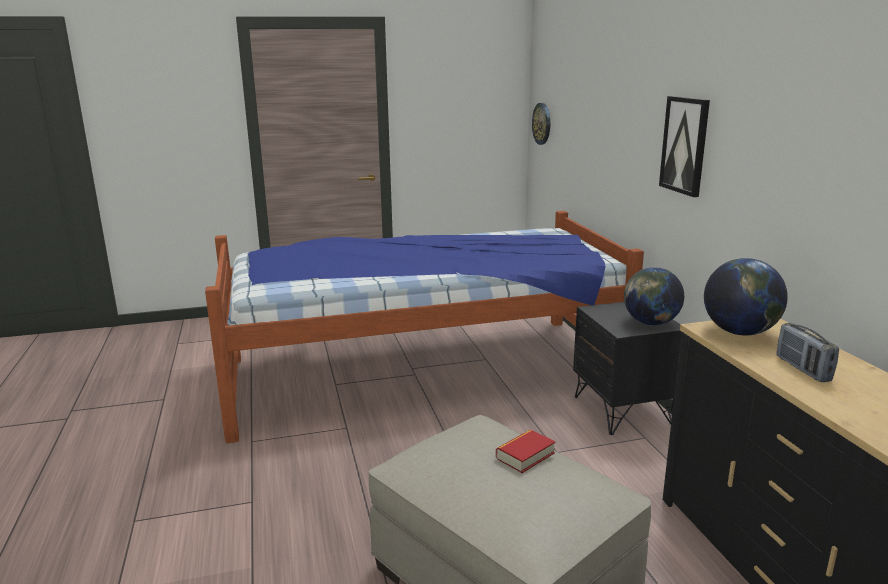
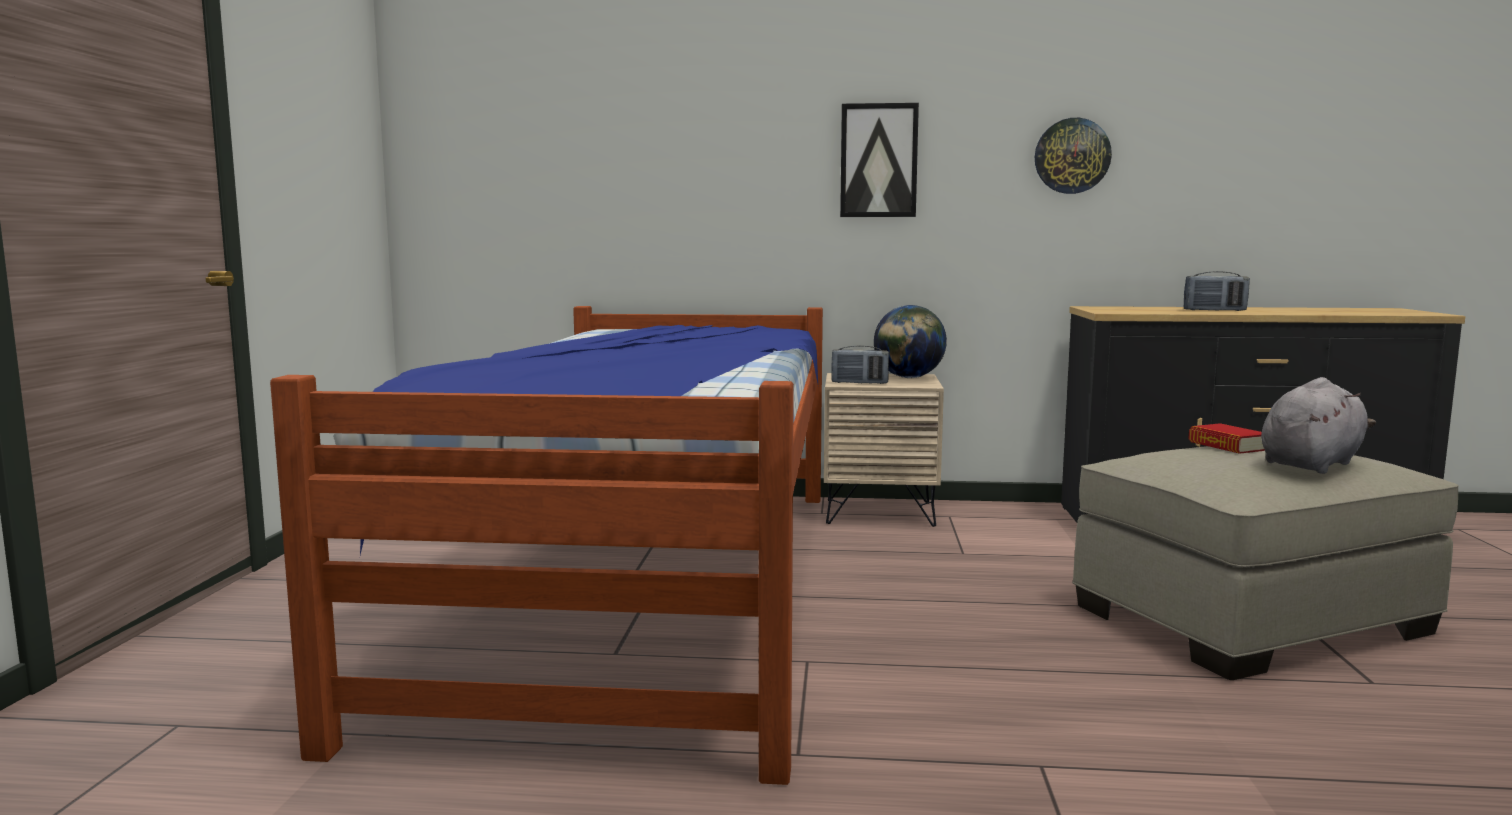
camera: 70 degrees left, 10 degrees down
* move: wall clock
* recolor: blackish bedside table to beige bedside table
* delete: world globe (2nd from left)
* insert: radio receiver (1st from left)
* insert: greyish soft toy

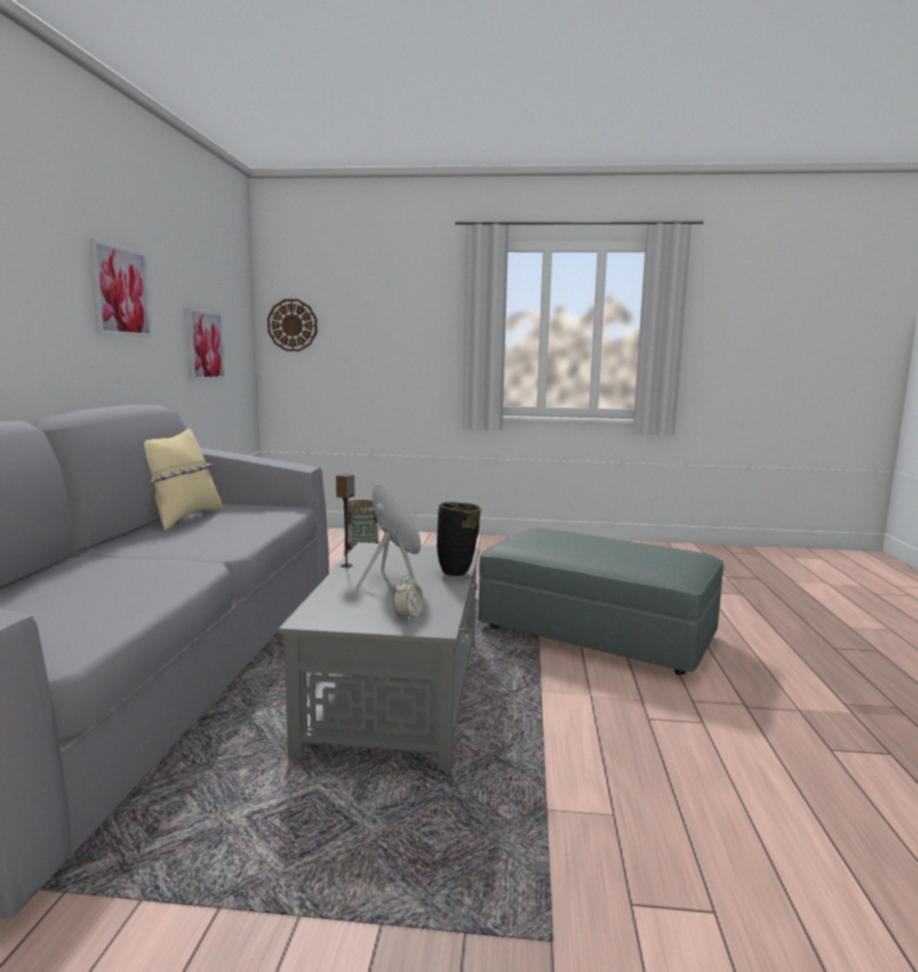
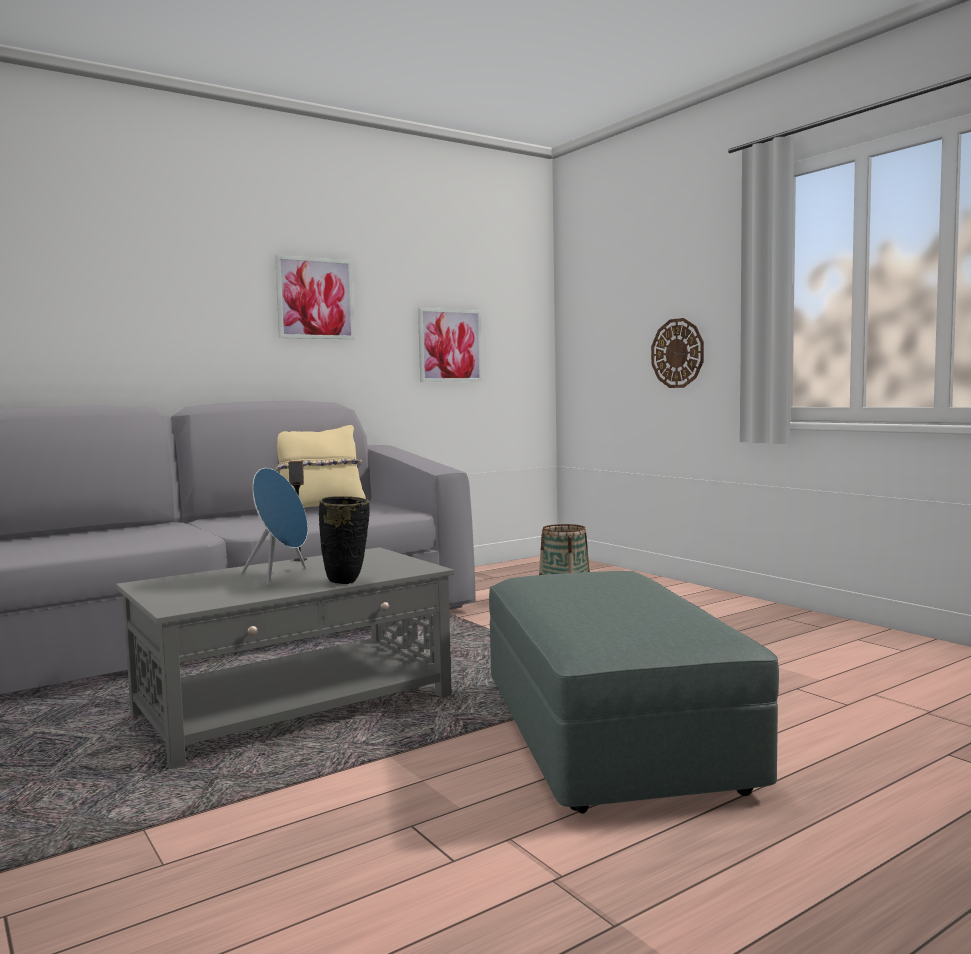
camera: 50 degrees right, 5 degrees down
* move: wall clock
* delete: bedside clock

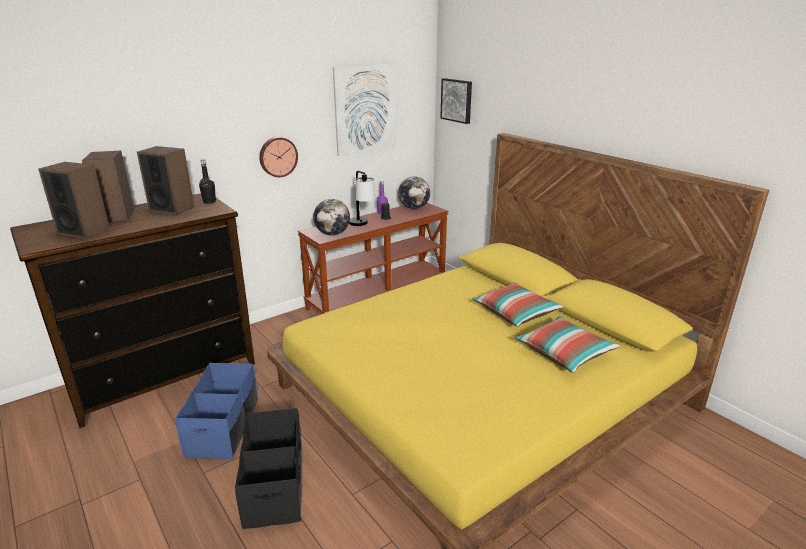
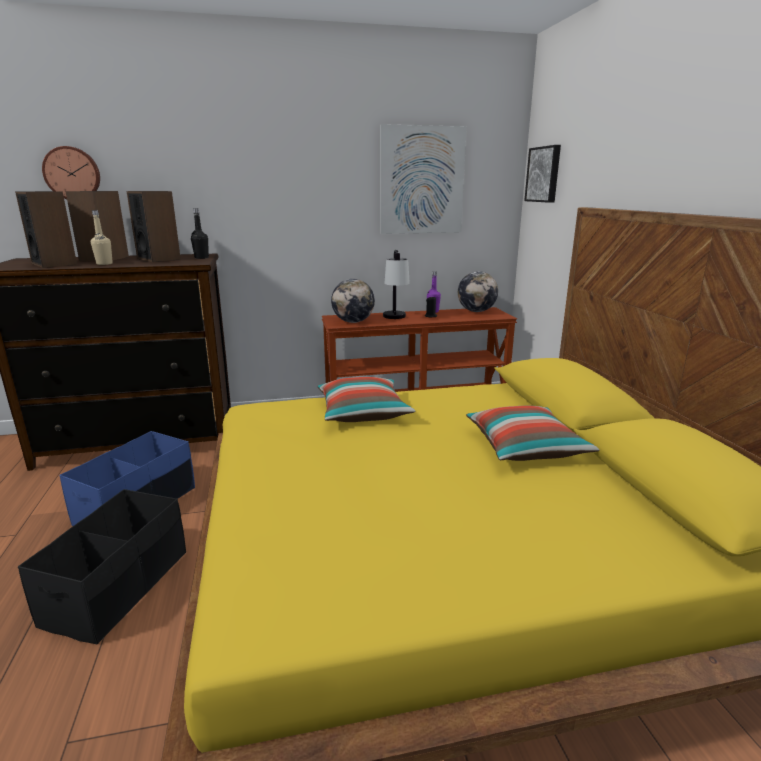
camera: 25 degrees right, 5 degrees down
* move: wall clock
* move: cushion (2nd from left in the first image) to cushion (1st from left)
* insert: beige beverage bottle

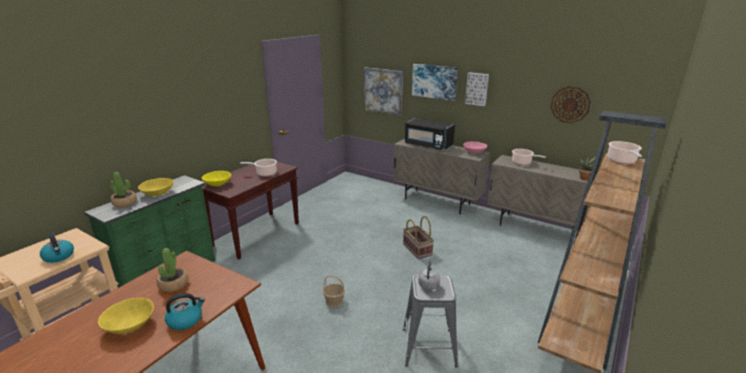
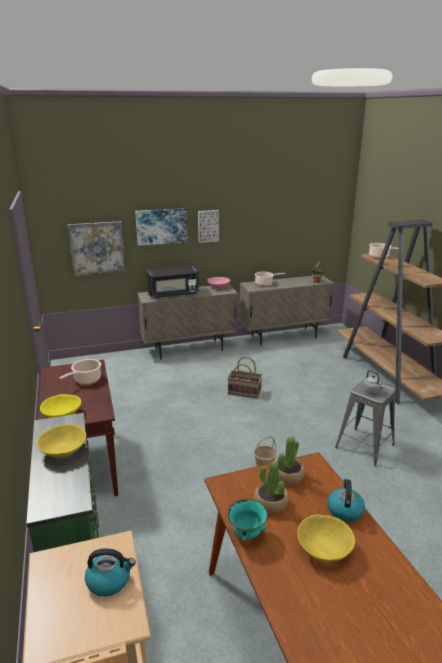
camera: 50 degrees left, 0 degrees up
* move: plant in a pot (1st from left in the first image) to plant in a pot (2nd from left)
* delete: wall clock
* insert: blue-green bowl

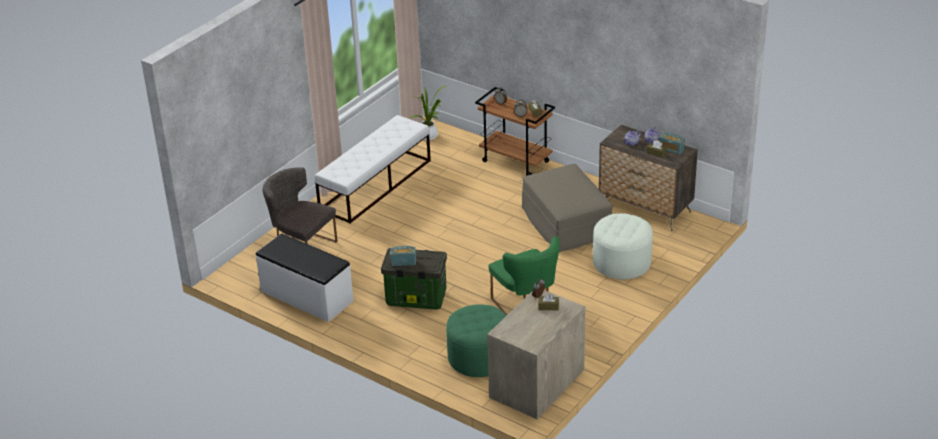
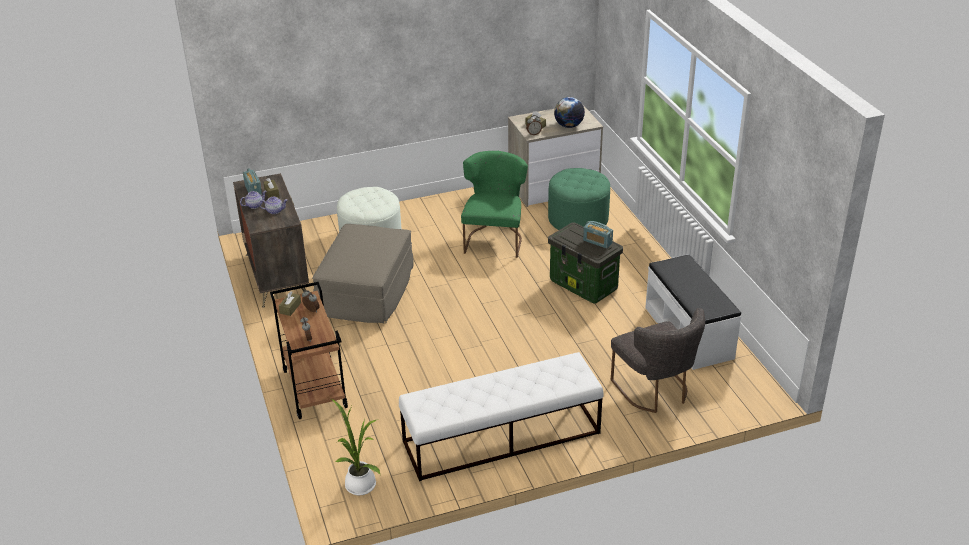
camera: 145 degrees left, 0 degrees up
* insert: world globe

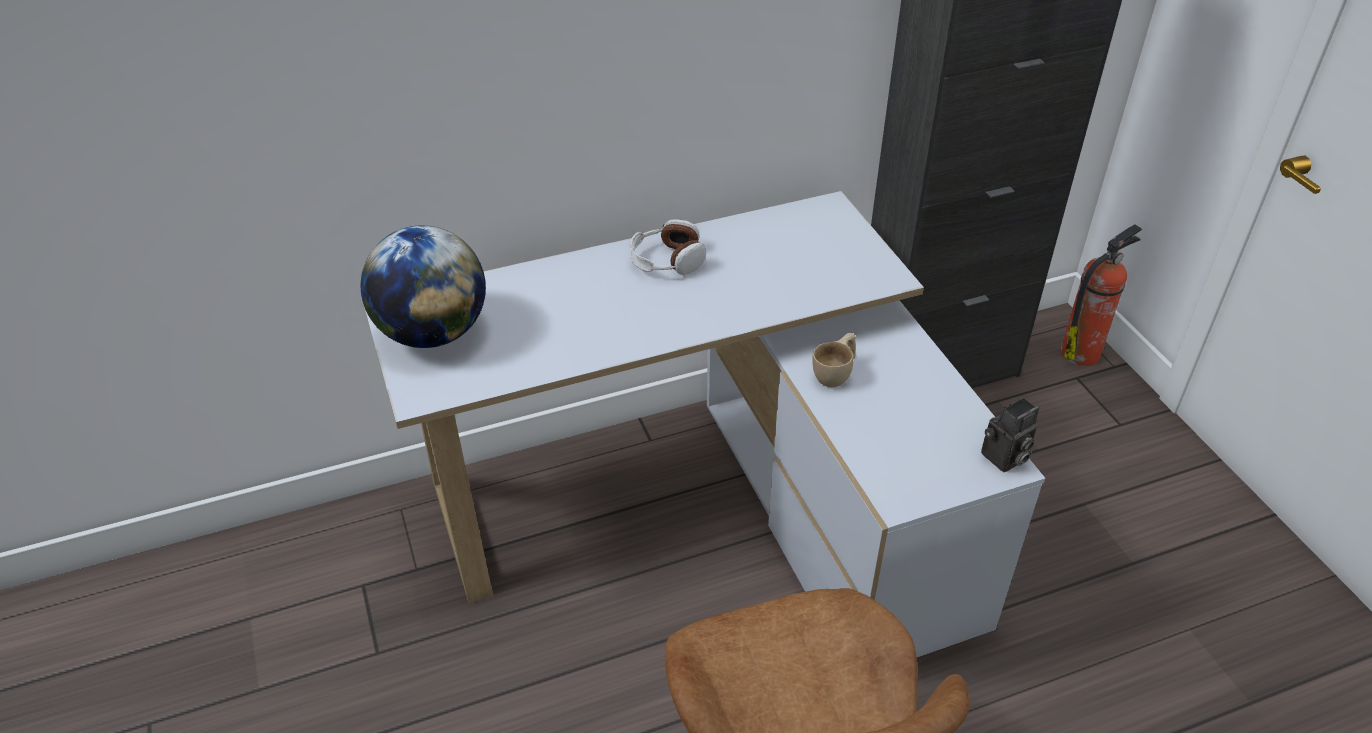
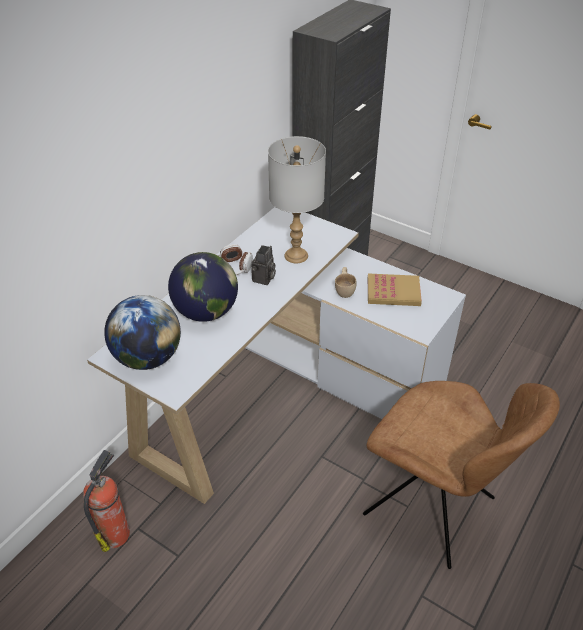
camera: 35 degrees left, 0 degrees up
* move: still camera
* move: fire extinguisher
* insert: world globe (2nd from left)
* insert: greyish table lamp
* insert: volume

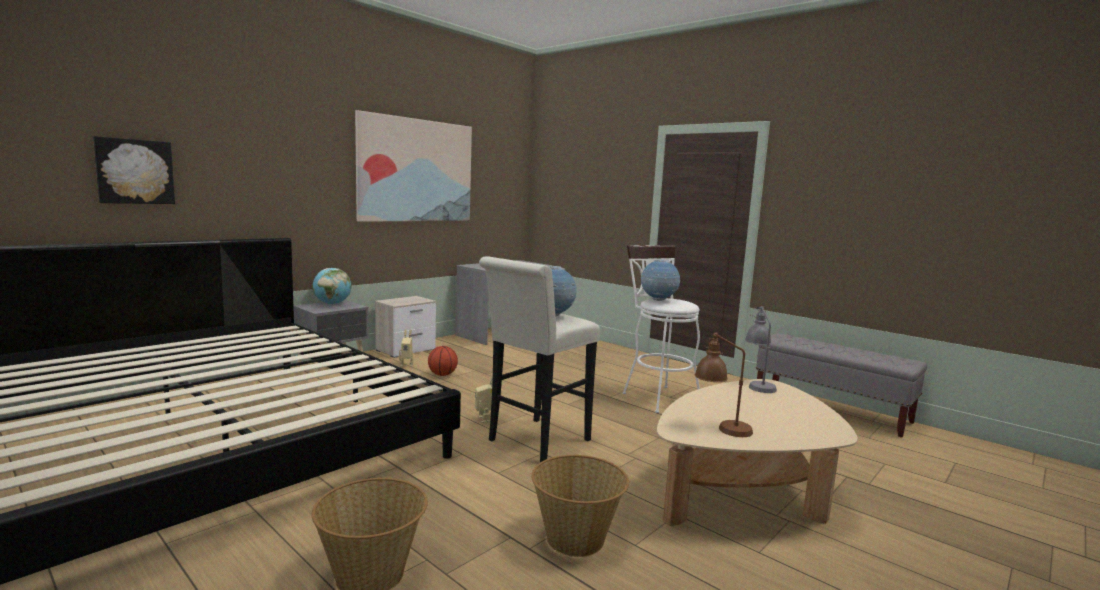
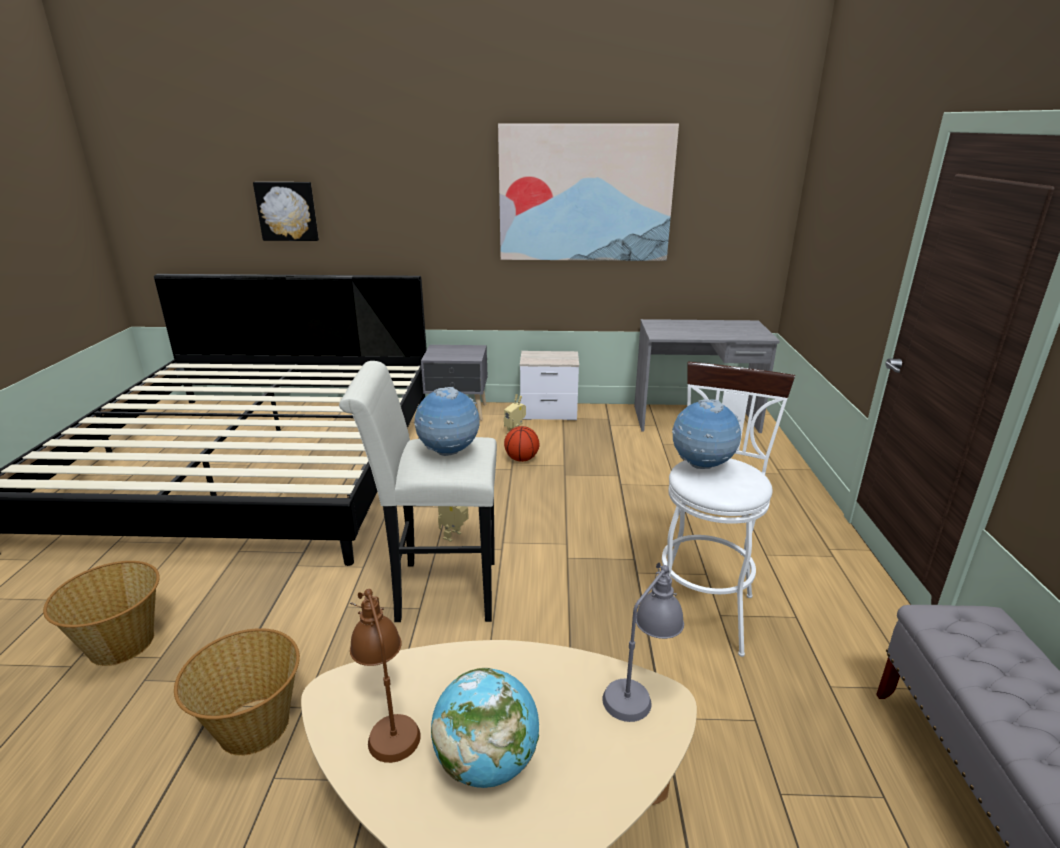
camera: 50 degrees right, 15 degrees up
* move: world globe (1st from left in the first image) to world globe (2nd from left)

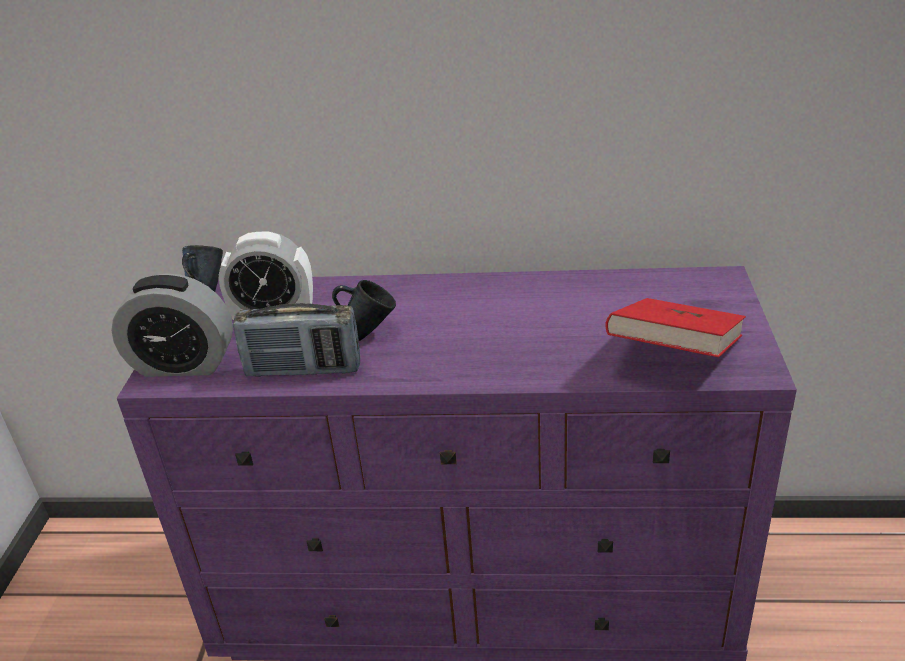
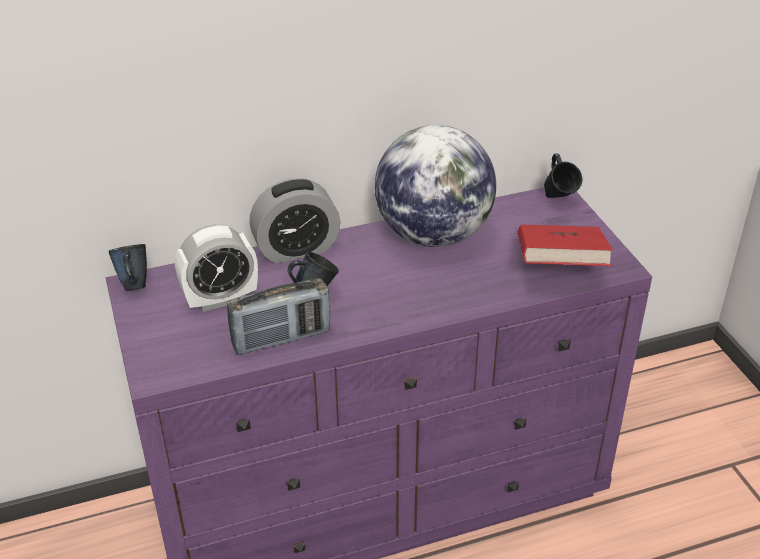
camera: 25 degrees left, 5 degrees up
* move: bedside clock (1st from left in the first image) to bedside clock (2nd from left)
* insert: world globe
* insert: blue coffee mug (3rd from left)

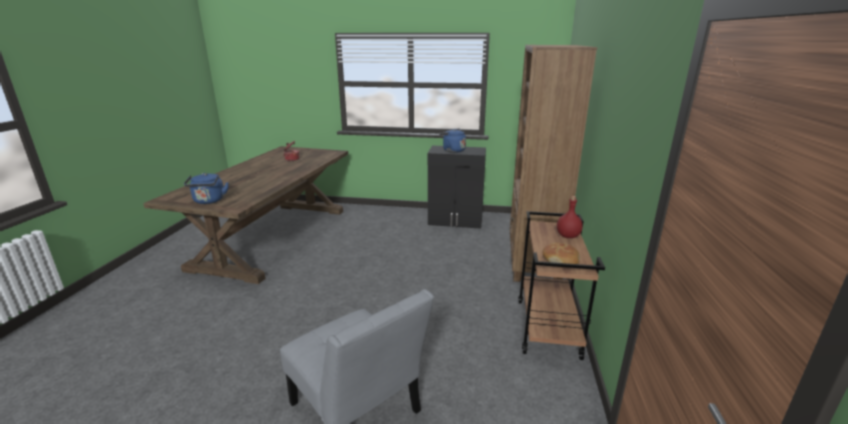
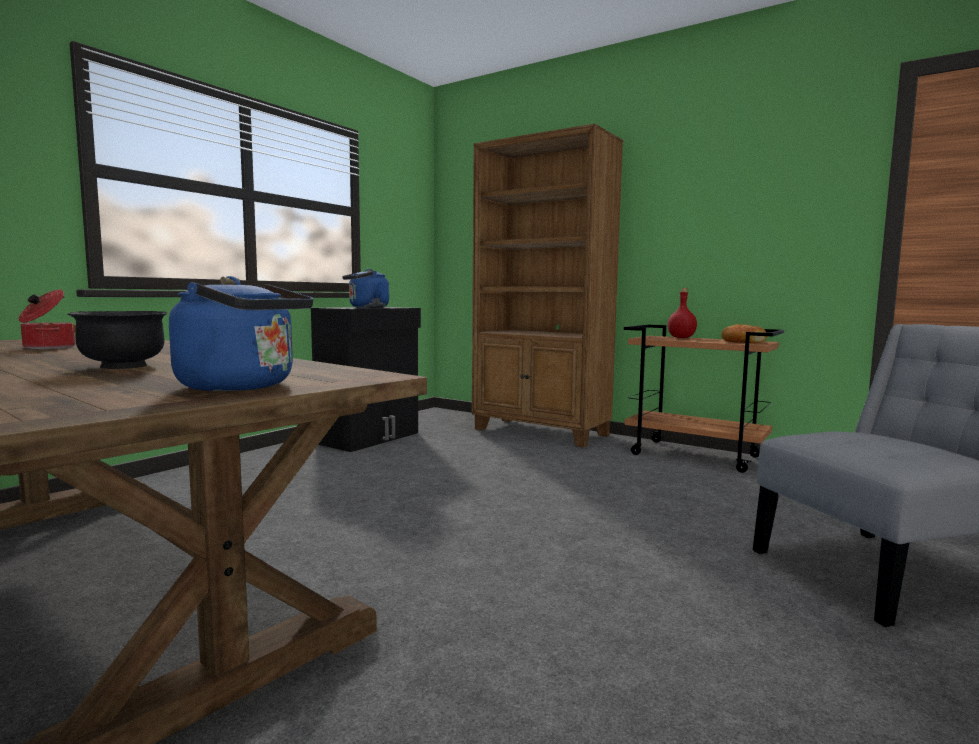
camera: 65 degrees left, 15 degrees down
* insert: blackish bowl

